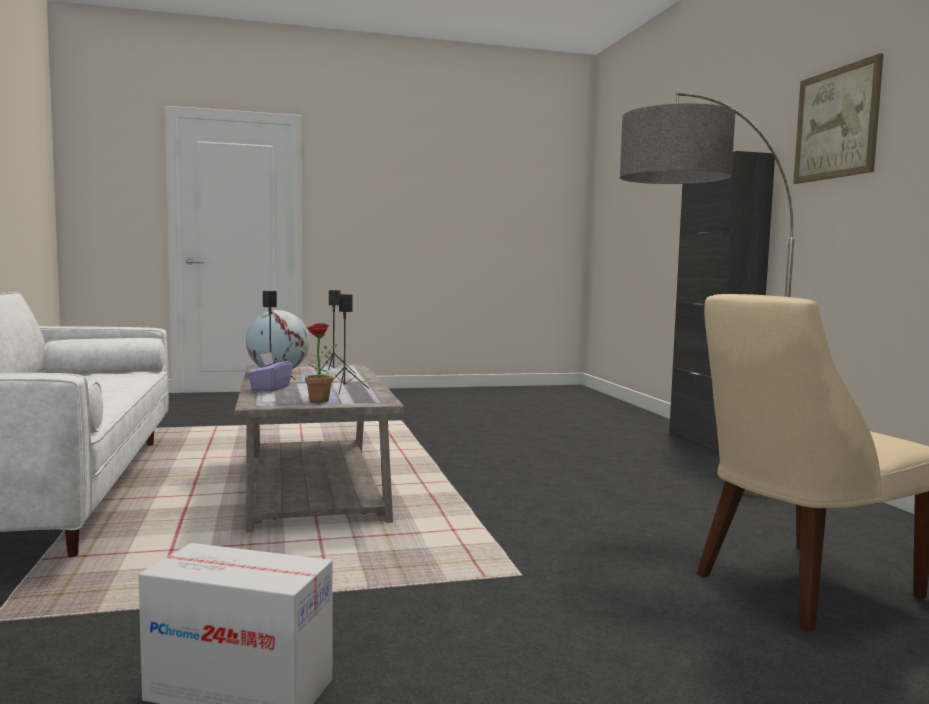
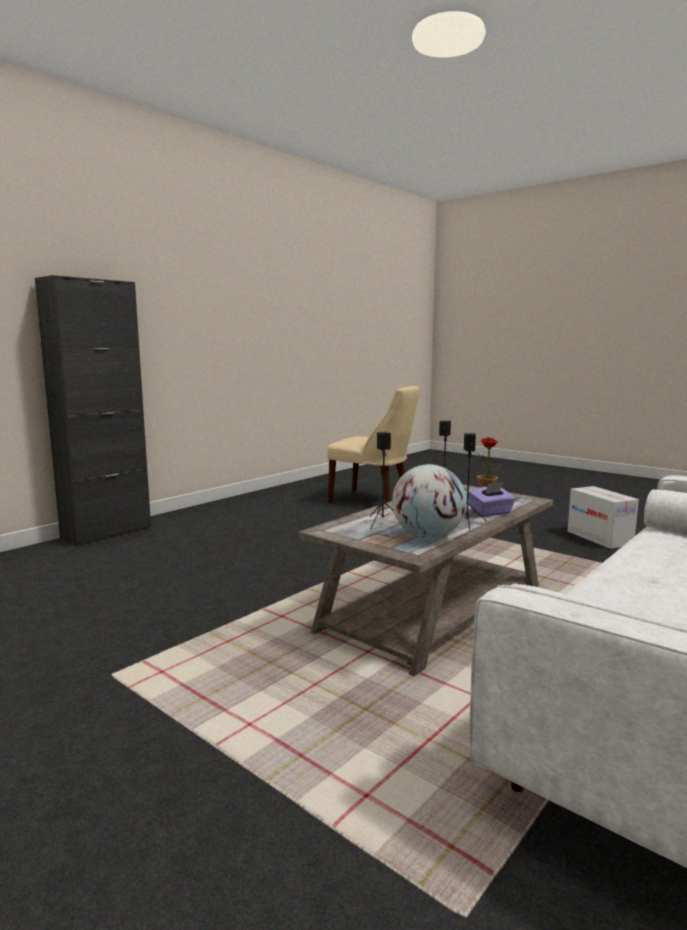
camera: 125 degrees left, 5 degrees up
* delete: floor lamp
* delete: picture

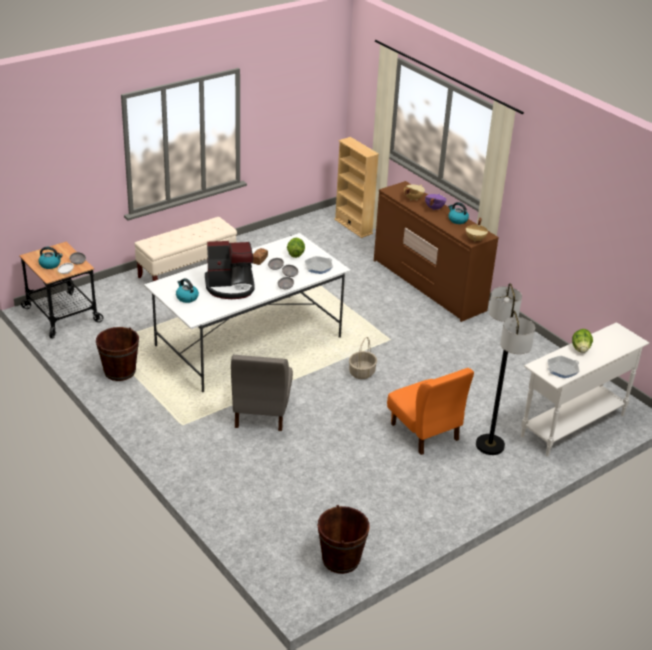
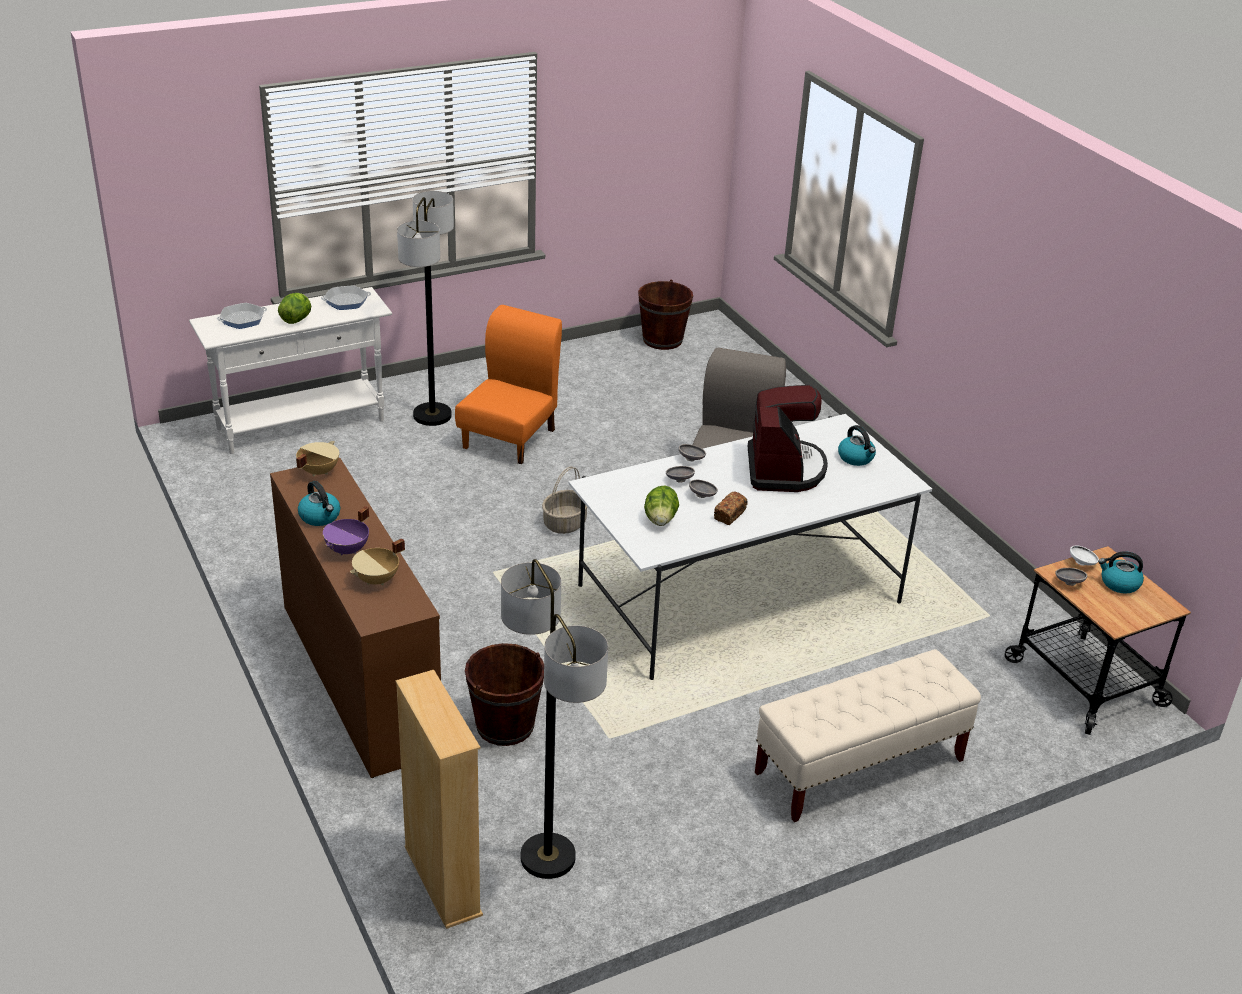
camera: 170 degrees left, 0 degrees up
* move: brown pail (1st from left)
* rotate: coffee brewer 90 degrees clockwise
* move: pan (1st from left)
* rotate: orange-coloured chair 45 degrees clockwise
* insert: floor lamp (2nd from left)

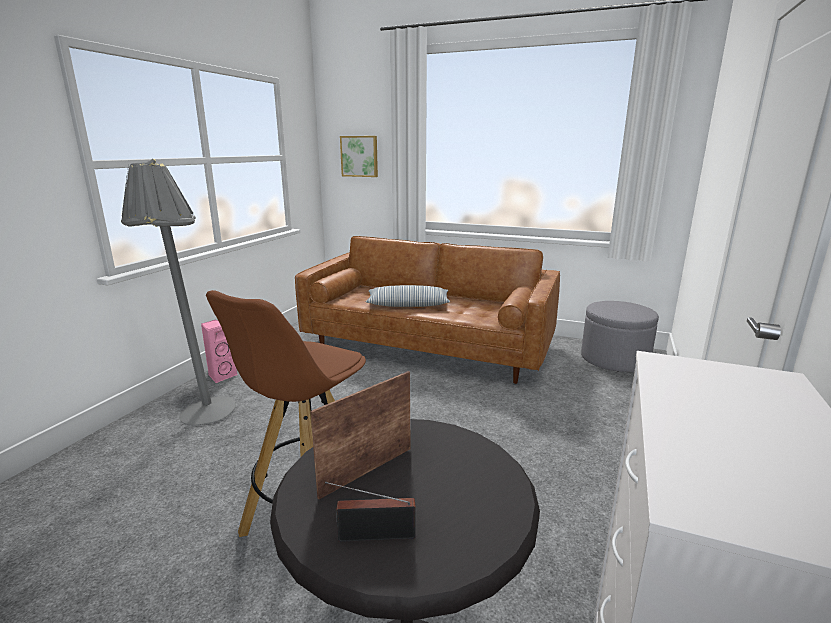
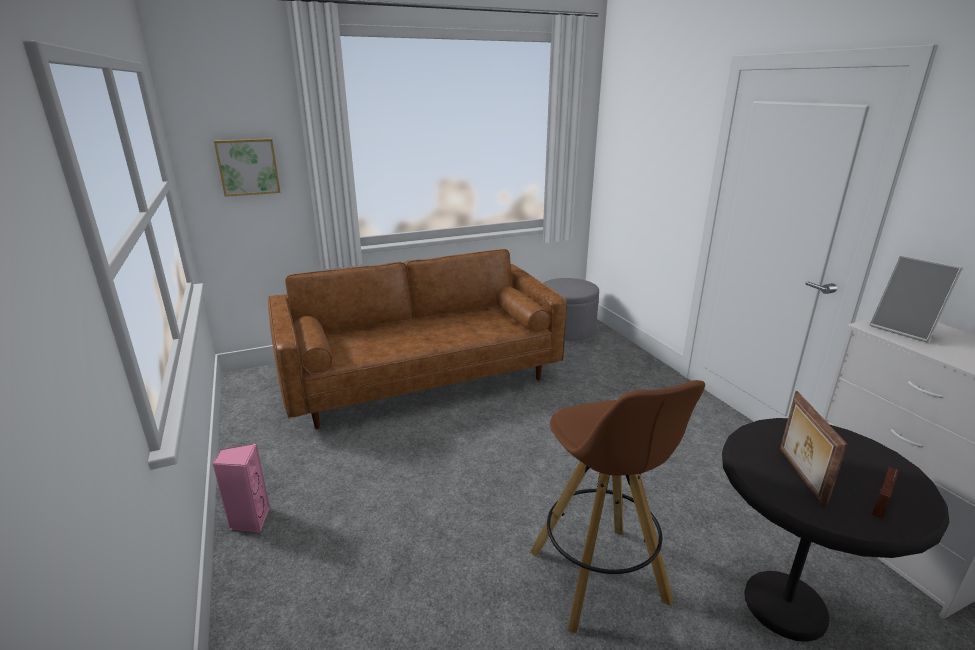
camera: 45 degrees left, 5 degrees up
* delete: greyish floor lamp
* delete: cushion
* insert: photo frame (2nd from left)

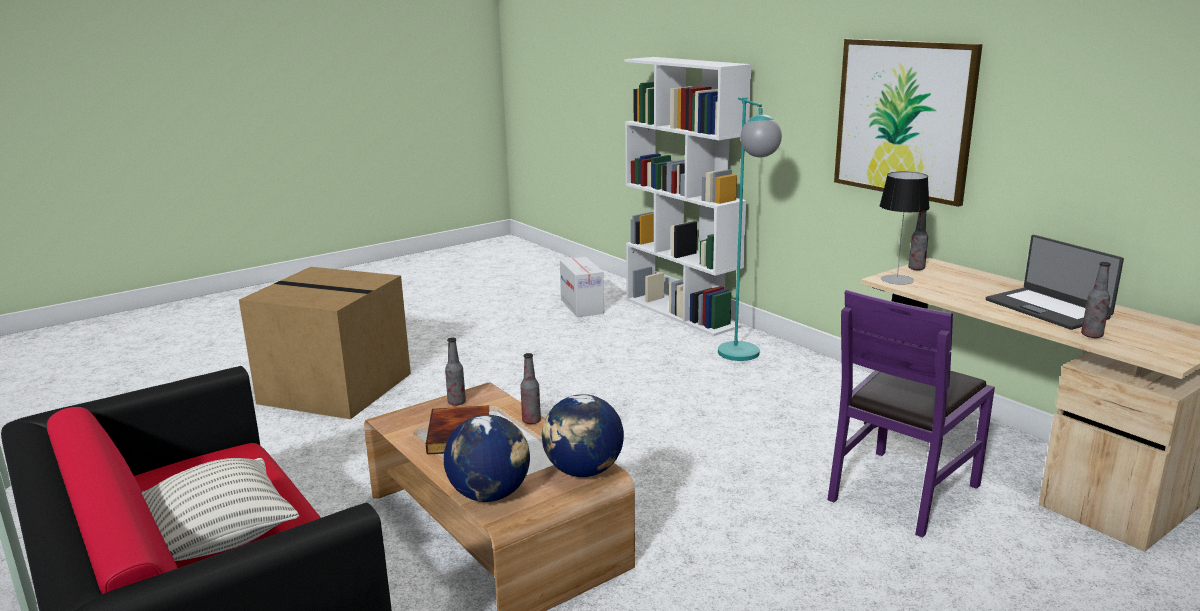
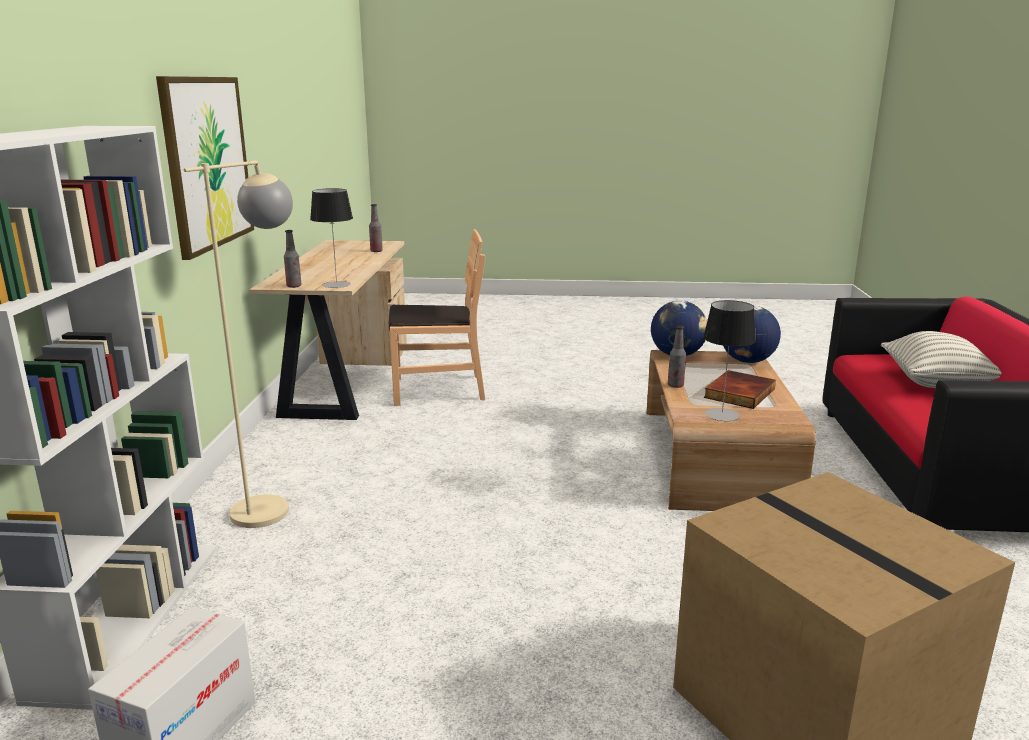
camera: 140 degrees left, 0 degrees up
* replace: beverage bottle (1st from left) to table lamp (2nd from left)
* recolor: blue-green floor lamp to beige floor lamp
* recolor: purple chair to brown chair
* delete: portable computer

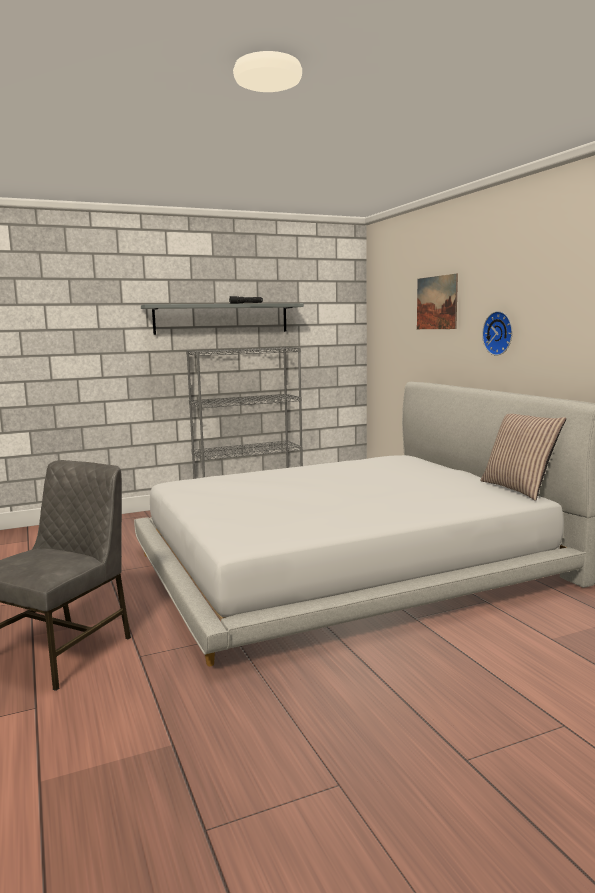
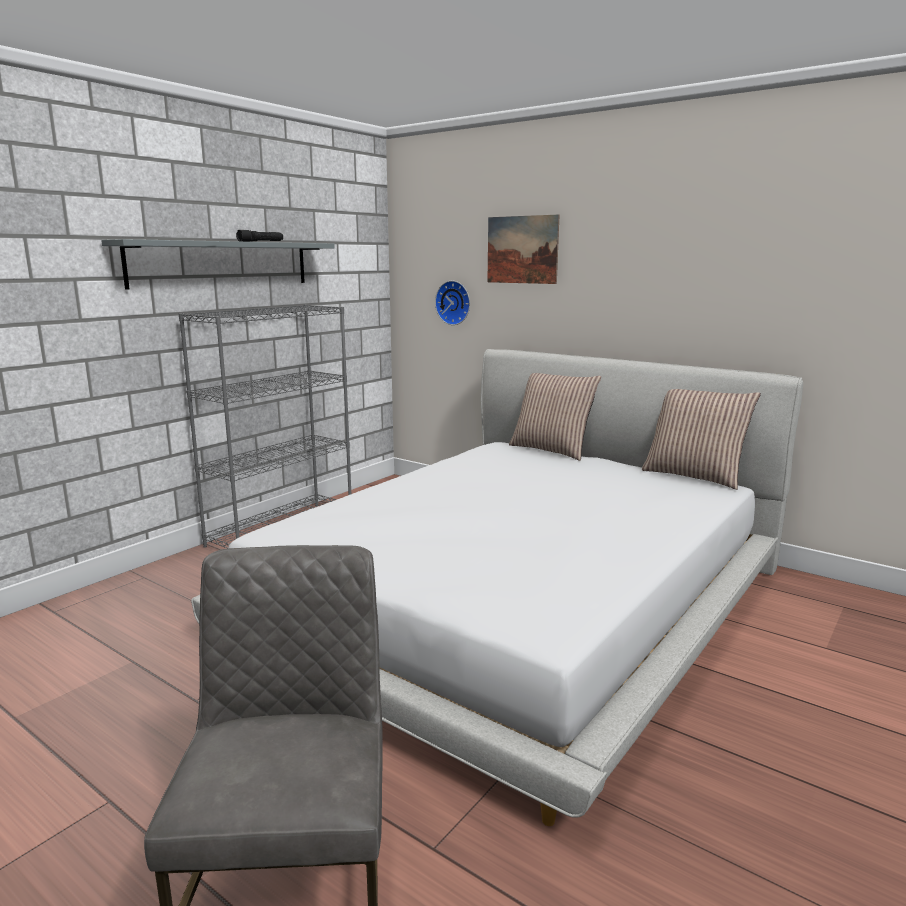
camera: 30 degrees left, 5 degrees up
* move: wall clock
* insert: cushion (1st from left)

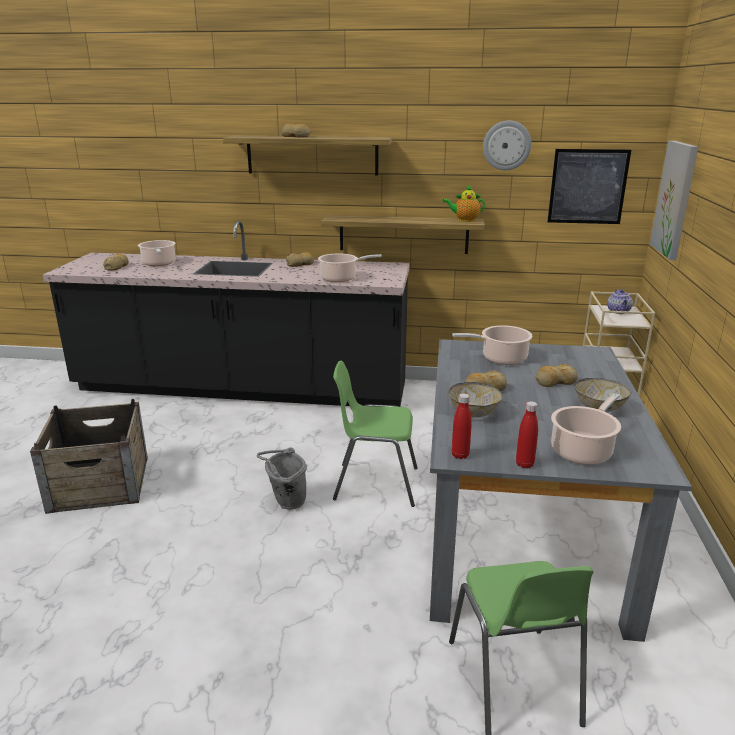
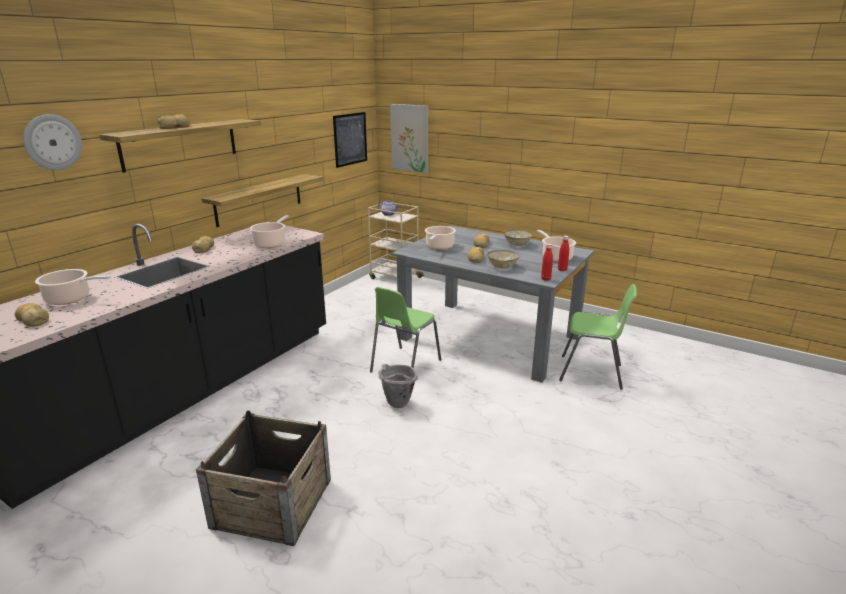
camera: 65 degrees left, 0 degrees up
* delete: tea pot (1st from left)
* move: wall clock

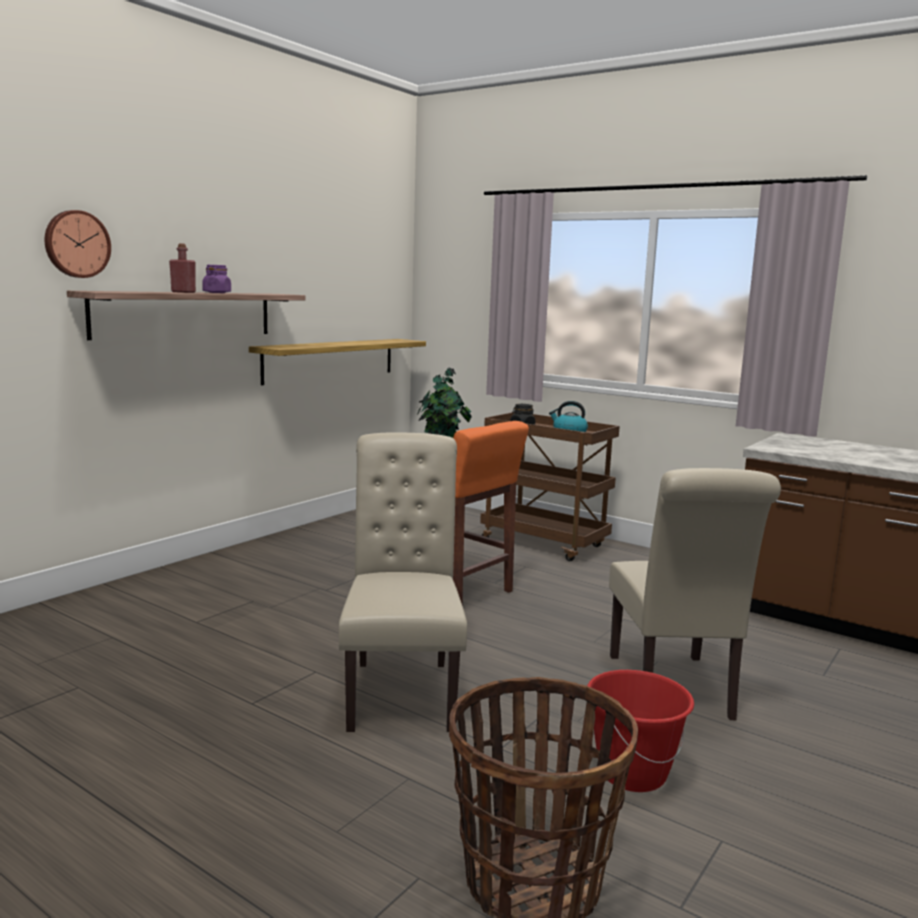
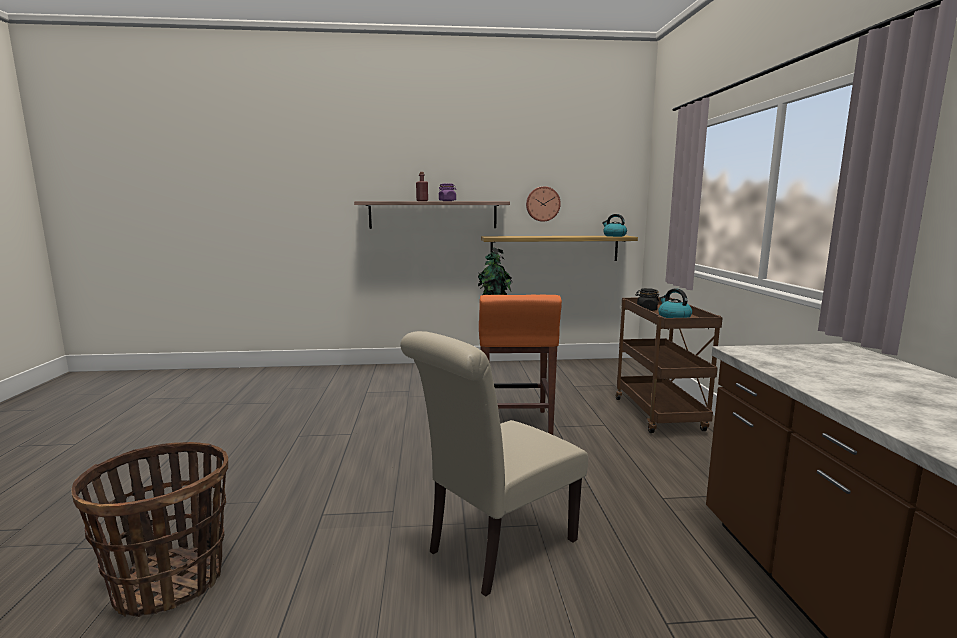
camera: 50 degrees right, 0 degrees up
* move: wall clock
* delete: beige chair (1st from left)
* delete: red pail
* insert: tea kettle (1st from left)

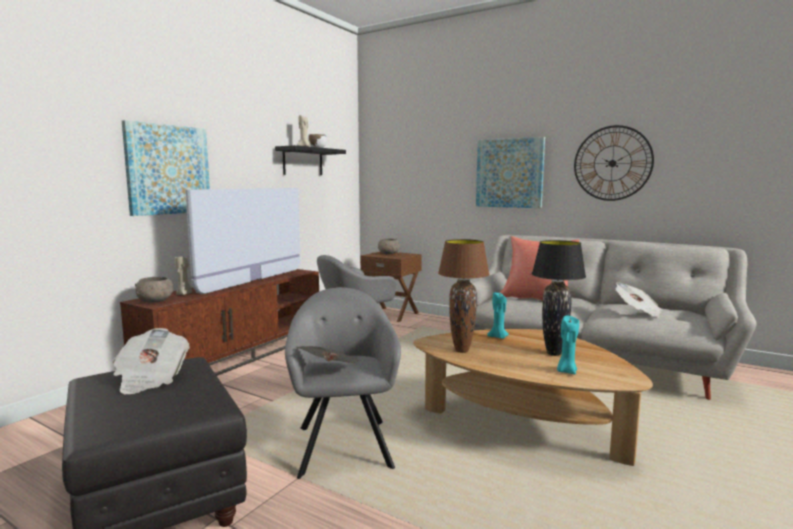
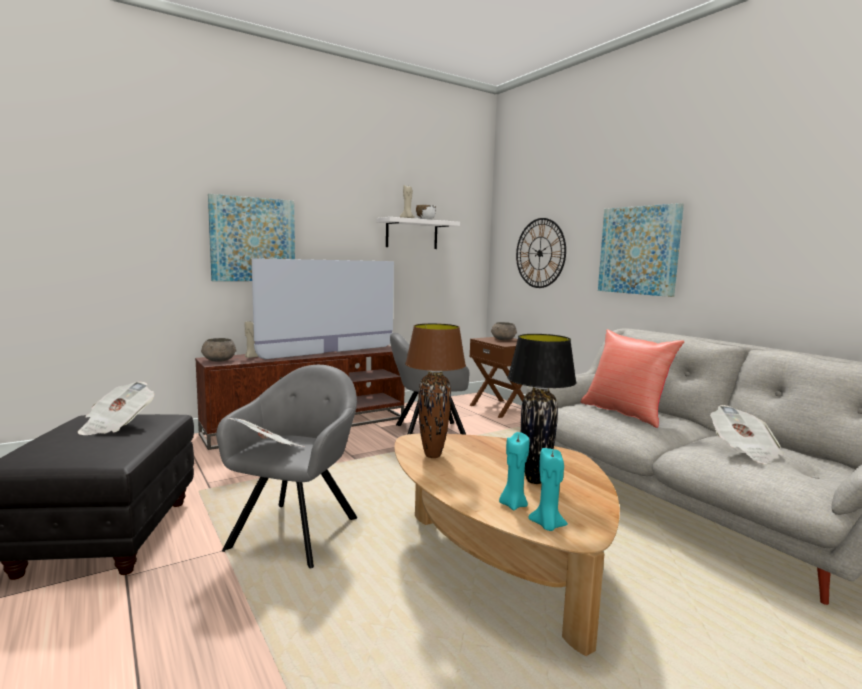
camera: 25 degrees right, 0 degrees up
* recolor: blackish bracket shelf to white bracket shelf
* move: blue-green wax light (1st from left in the first image) to blue-green wax light (2nd from left)
* move: wall clock

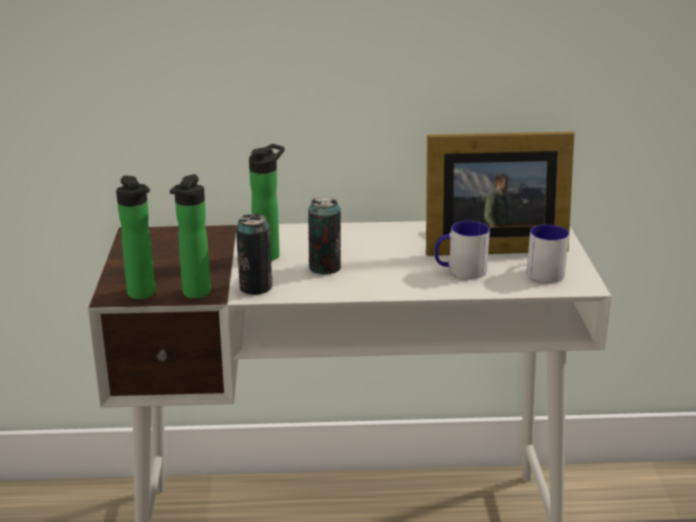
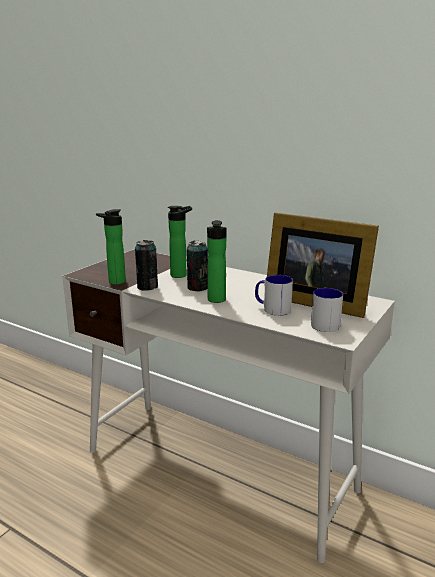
camera: 35 degrees right, 5 degrees down
* move: beverage bottle (1st from left in the first image) to beverage bottle (3rd from left)

